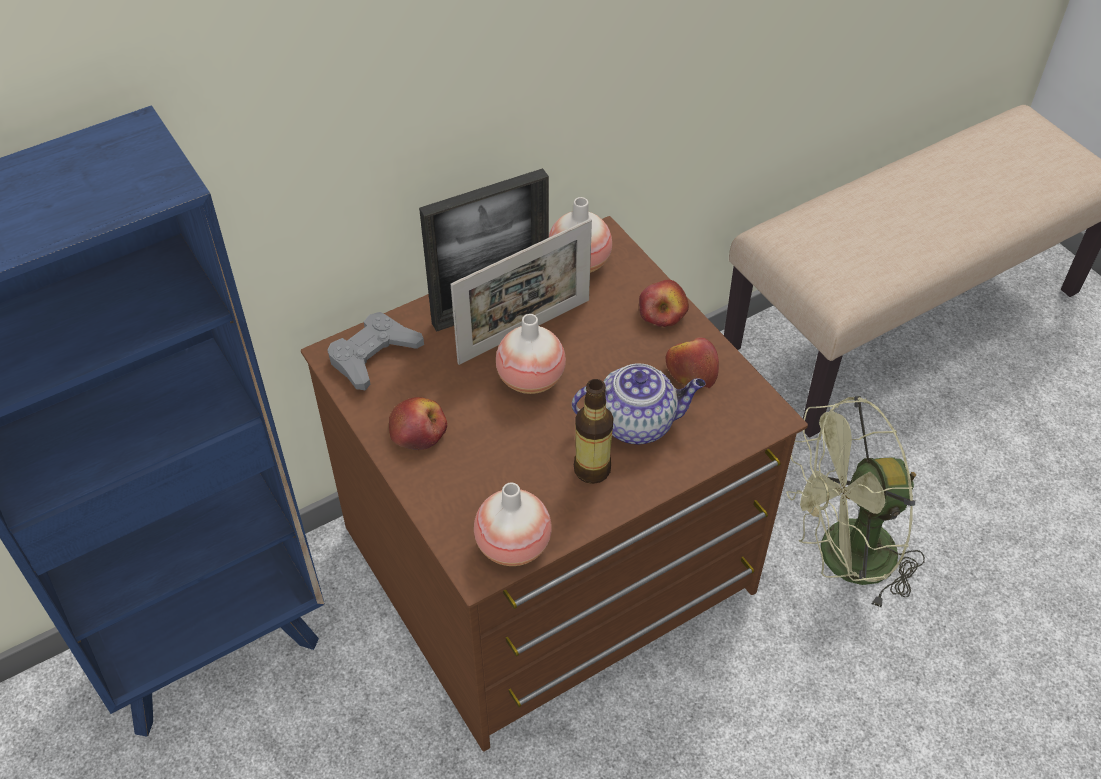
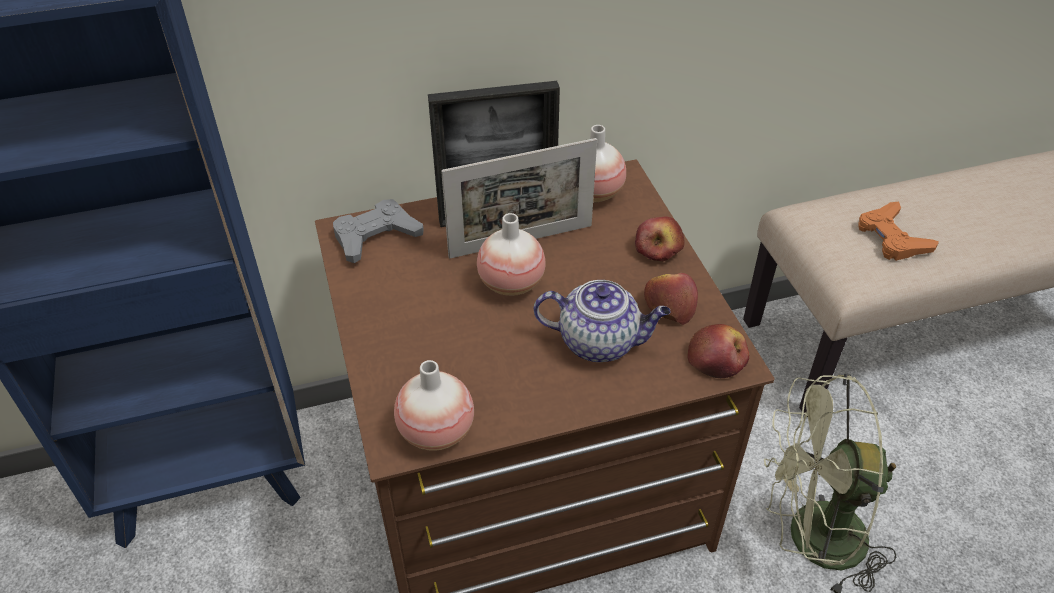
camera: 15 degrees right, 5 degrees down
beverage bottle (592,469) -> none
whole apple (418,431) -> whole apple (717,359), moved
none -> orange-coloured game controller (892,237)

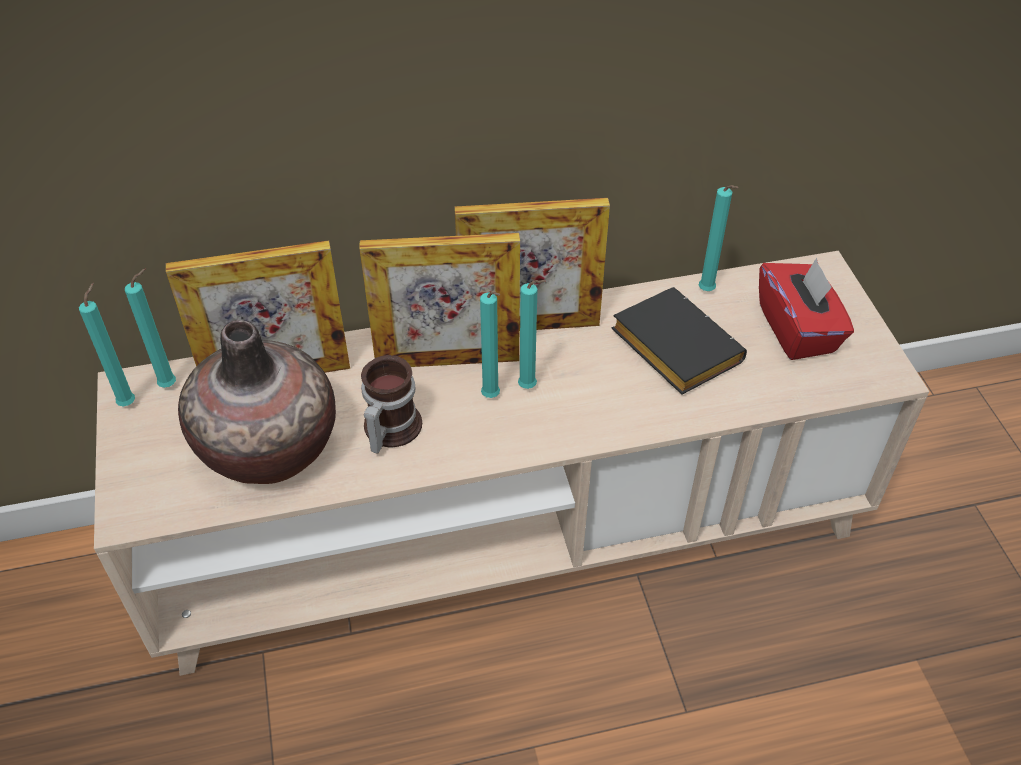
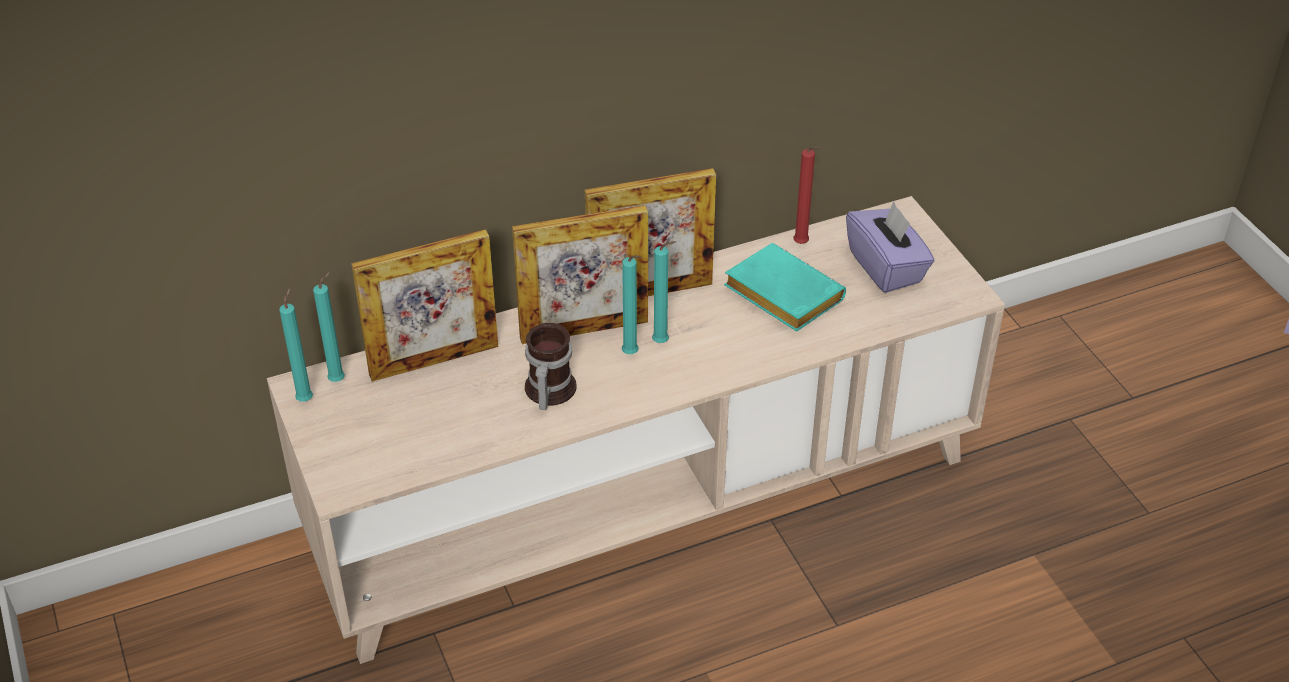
camera: 10 degrees left, 5 degrees down
turquoise candle (708,292) -> reddish candle (802,245)
reddish box of tissues (797,330) -> purple box of tissues (886,267)
black bound book (671,347) -> turquoise bound book (779,295)
flower vase (268,448) -> none

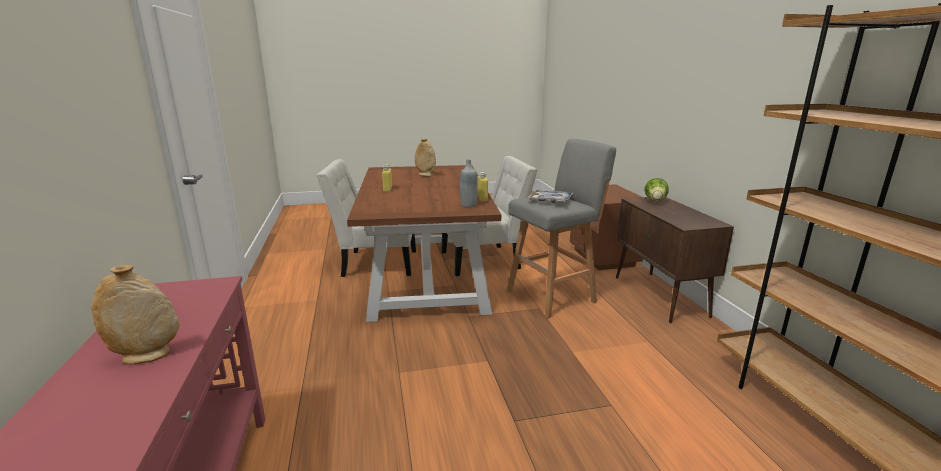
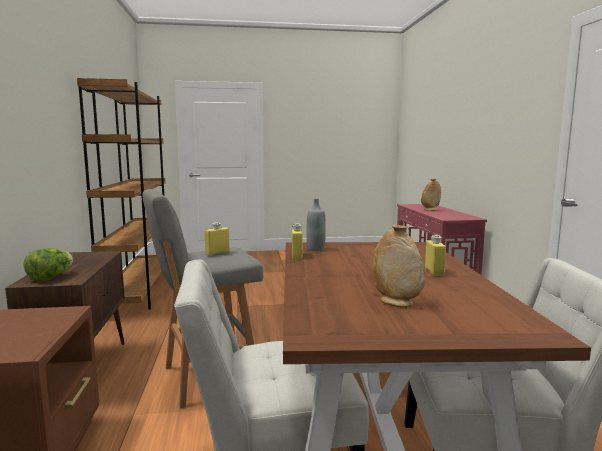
camera: 175 degrees left, 10 degrees down
serving tray (550,200) -> yellowish beverage bottle (217,253)

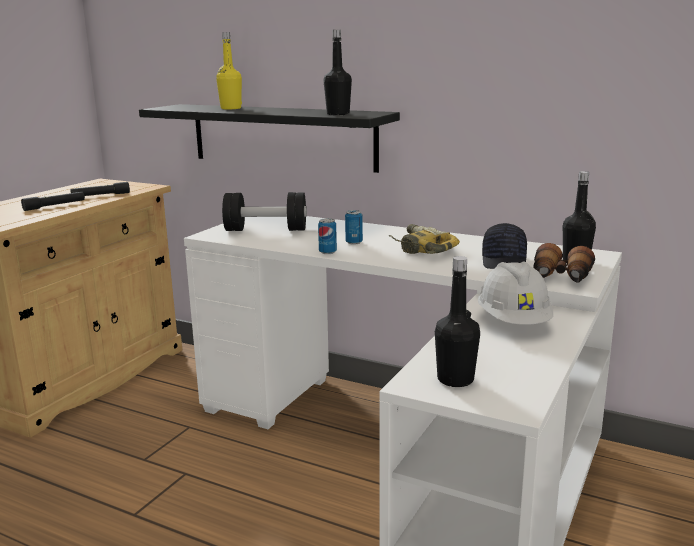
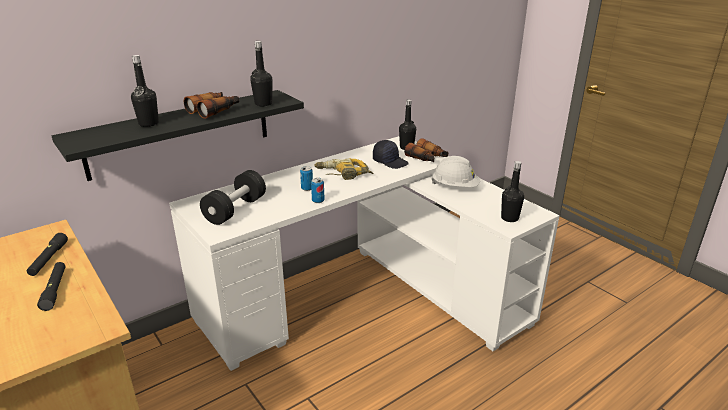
camera: 65 degrees left, 10 degrees up
yellowish beverage bottle (231,108) -> black beverage bottle (148,123)
none -> binoculars (214,110)

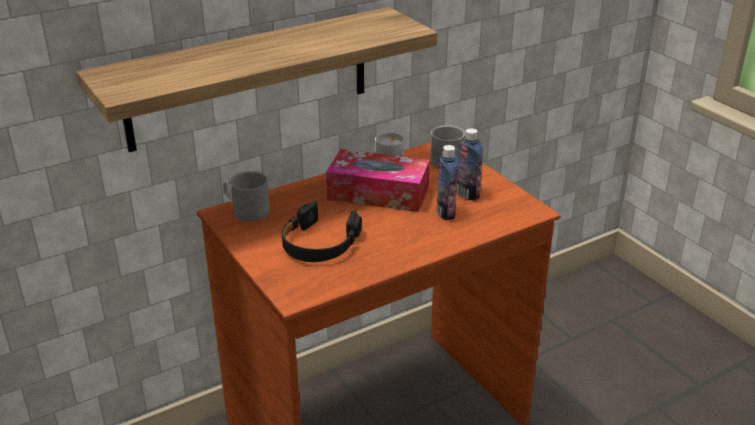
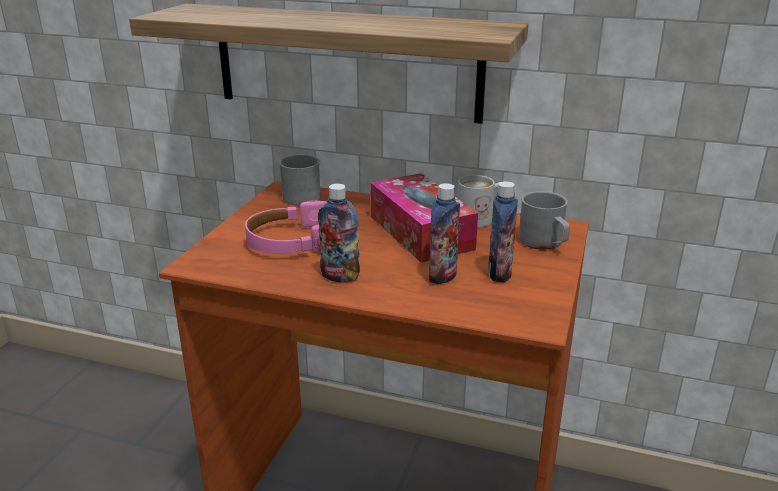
camera: 50 degrees right, 5 degrees down
black headset (319,244) -> pinkish headset (292,241)
none -> beverage bottle (340,276)

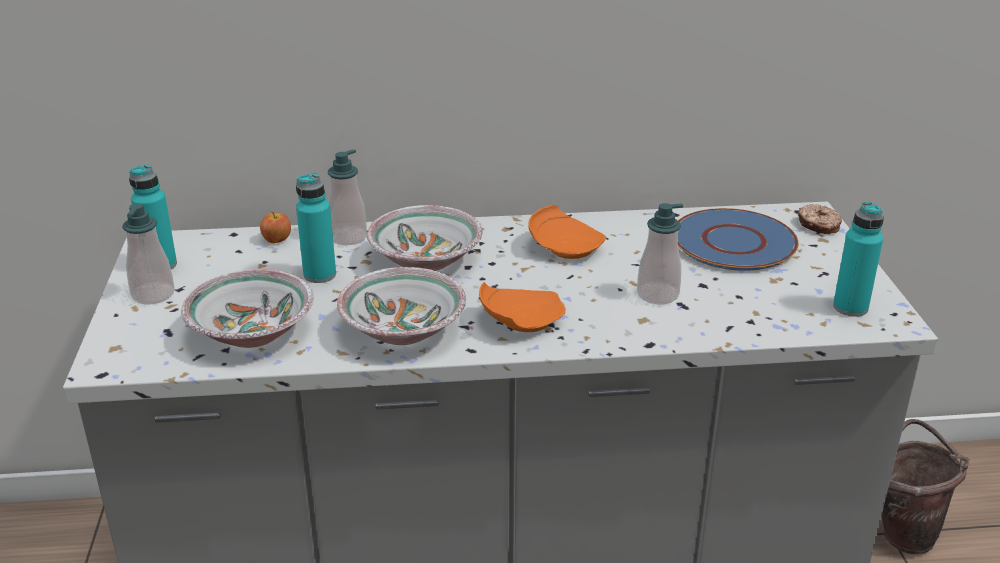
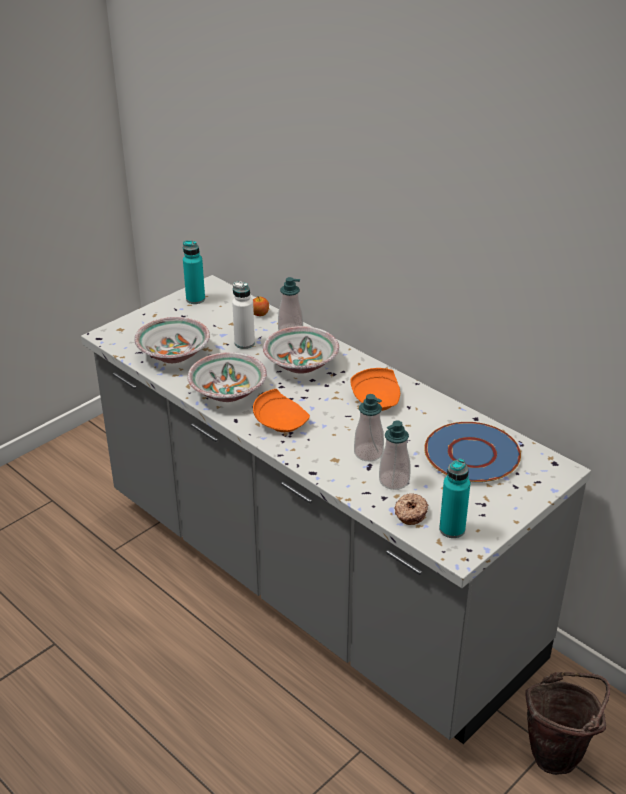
camera: 50 degrees right, 5 degrees up
turquoise beverage bottle (319,275) -> white beverage bottle (244,343)
soap bottle (153,295) -> soap bottle (394,481), moved
doughnut (818,225) -> doughnut (410,513), moved

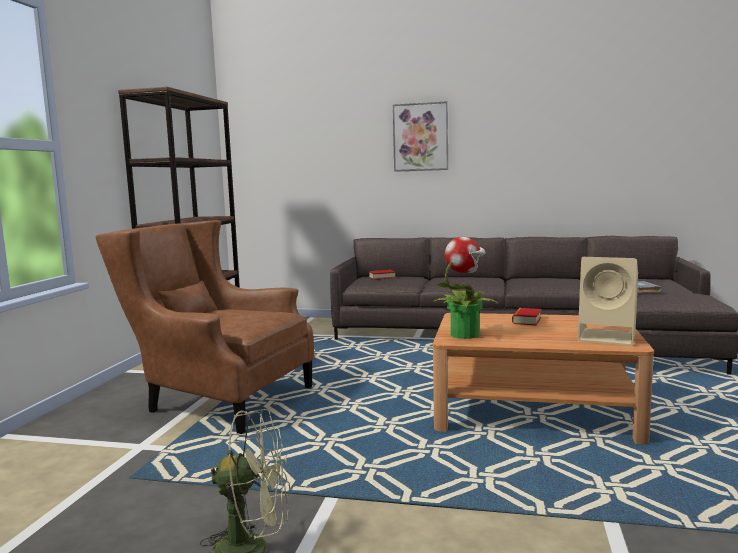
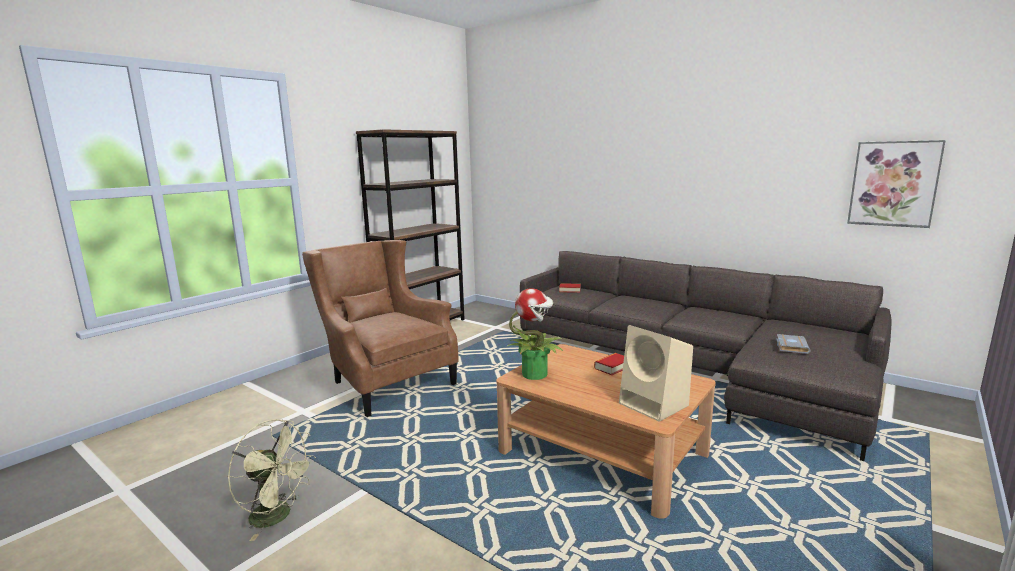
camera: 25 degrees right, 5 degrees up
wall art (420,137) -> wall art (893,183), moved

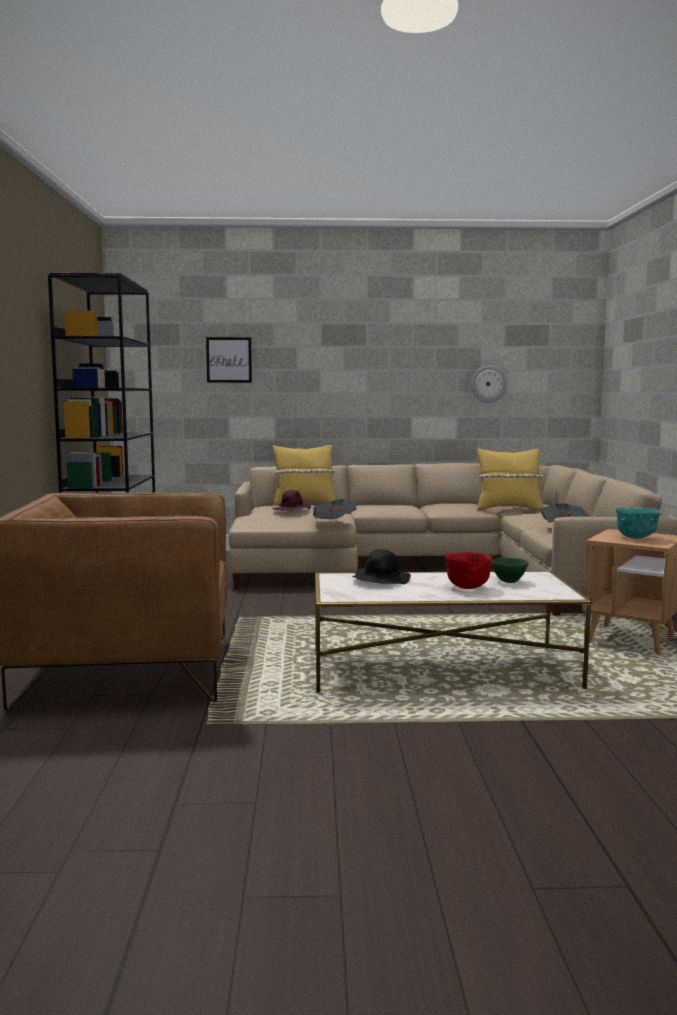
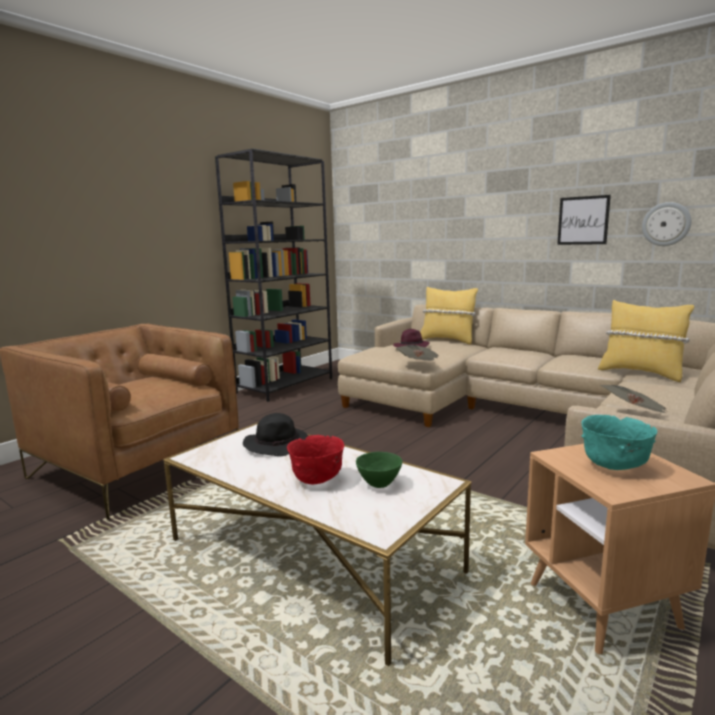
camera: 40 degrees right, 5 degrees up
wall art (229,360) -> wall art (583,220), moved

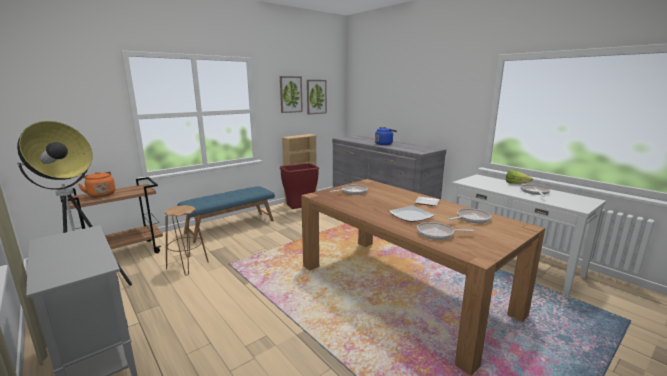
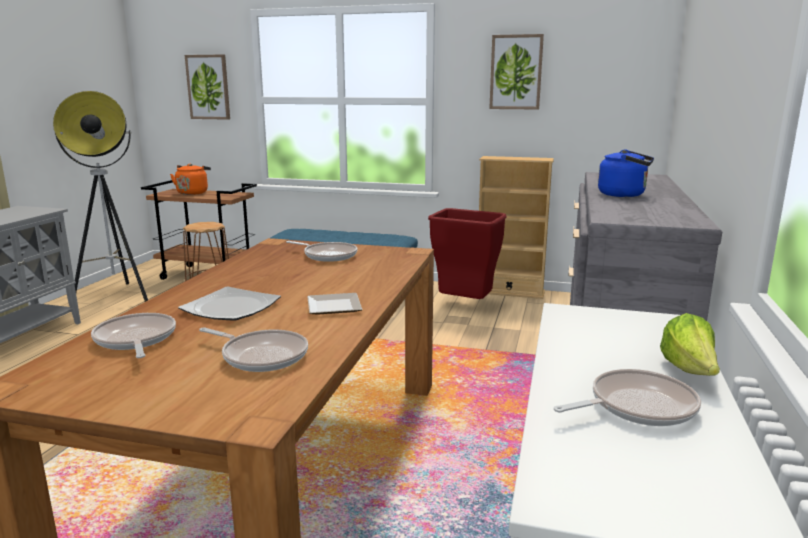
camera: 55 degrees right, 0 degrees up
wall art (316,97) -> wall art (208,87), moved

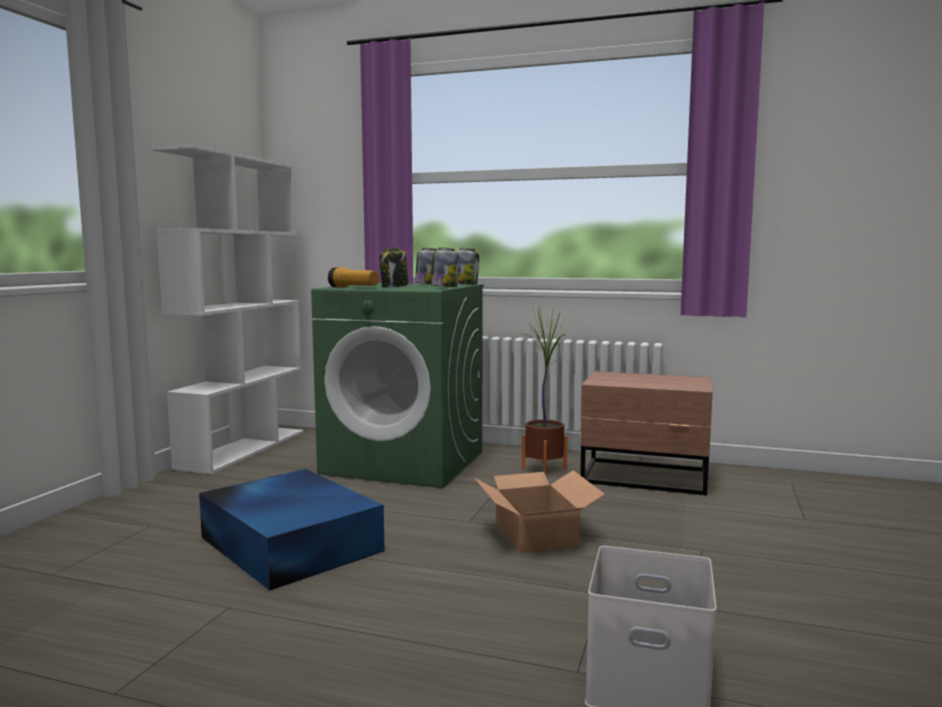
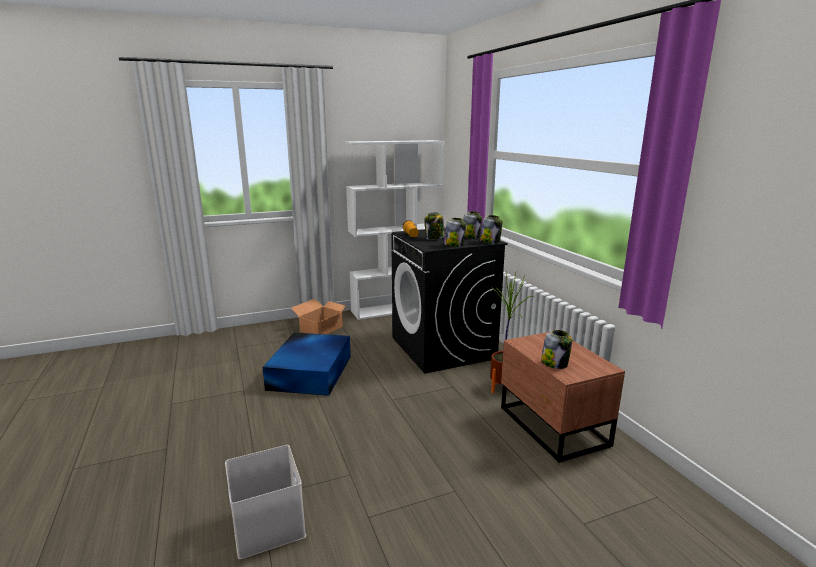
camera: 50 degrees right, 10 degrees up
green washing machine (405,462) -> black washing machine (443,348)
carton (535,535) -> carton (320,329), moved
none -> jar (555,363)

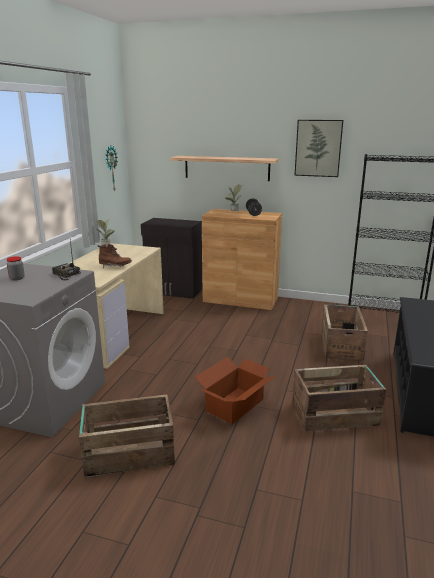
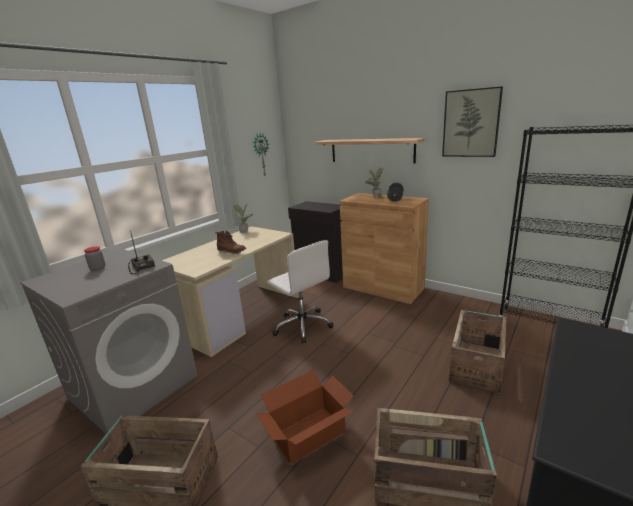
camera: 20 degrees right, 0 degrees up
none -> white office chair (302,325)

